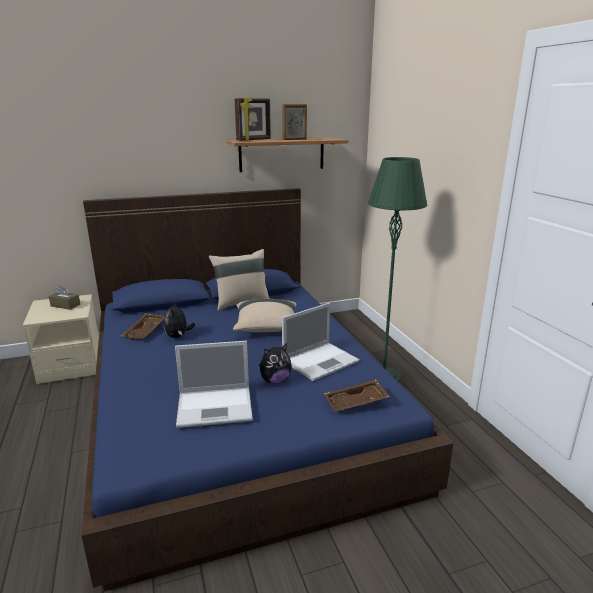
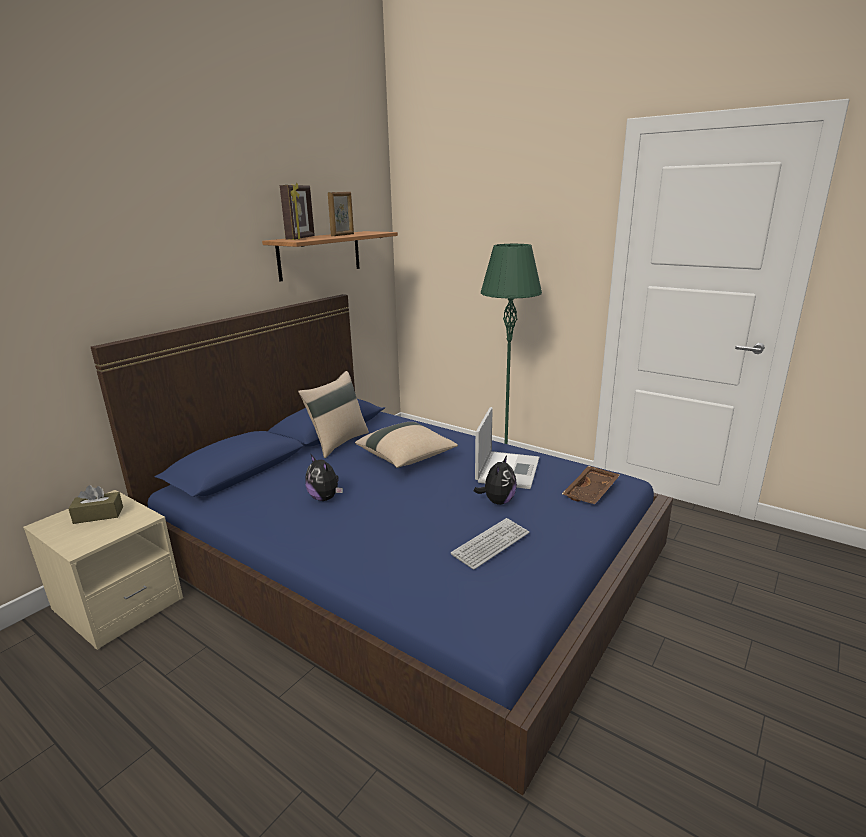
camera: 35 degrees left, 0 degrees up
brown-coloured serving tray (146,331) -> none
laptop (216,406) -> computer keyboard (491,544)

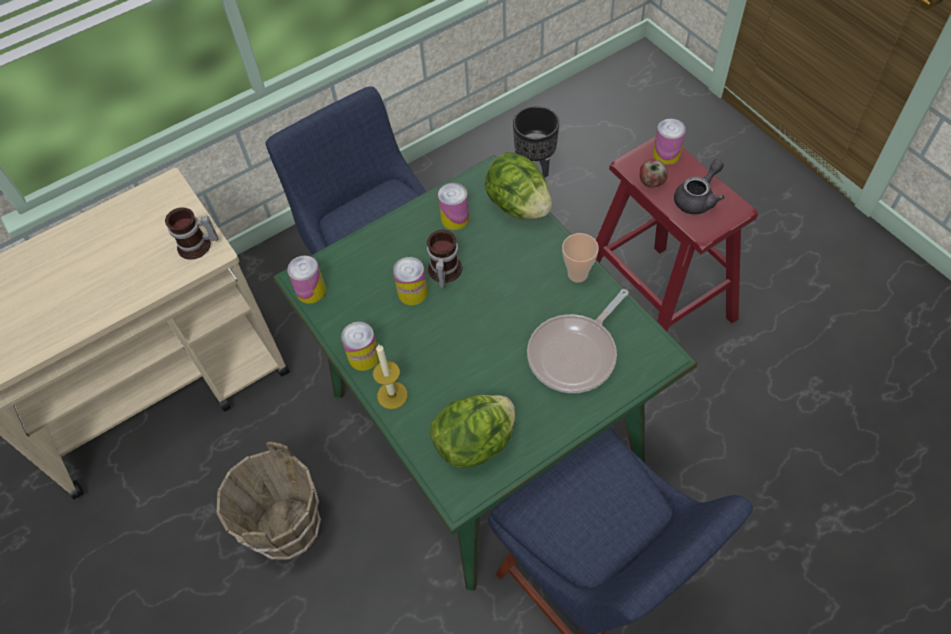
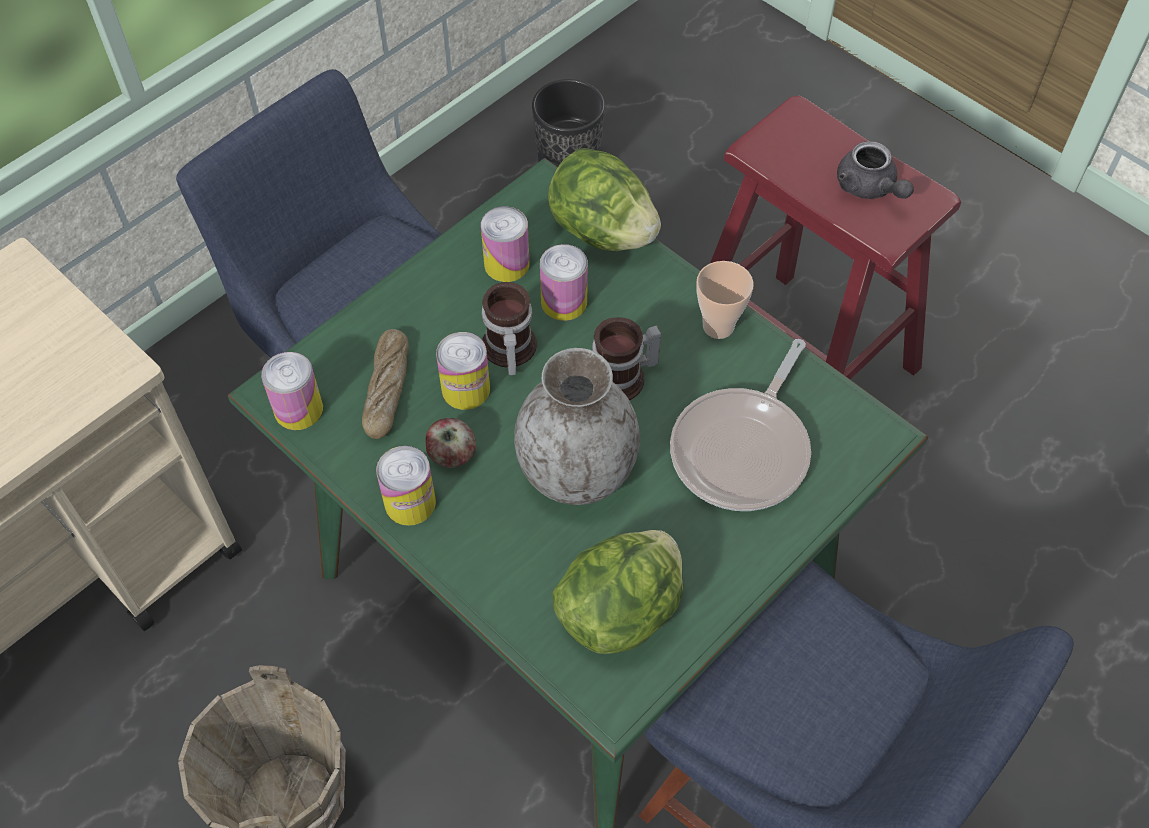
camera: 15 degrees left, 0 degrees up
sealed can (666,154) -> sealed can (564,302), moved
whole apple (651,182) -> whole apple (451,455), moved
grey teapot (698,198) -> grey teapot (869,188), 120 degrees clockwise
mug (198,247) -> mug (623,380), moved
candle (392,395) -> none
none -> baked bread (387,388)
none -> grey flower vase (576,472)

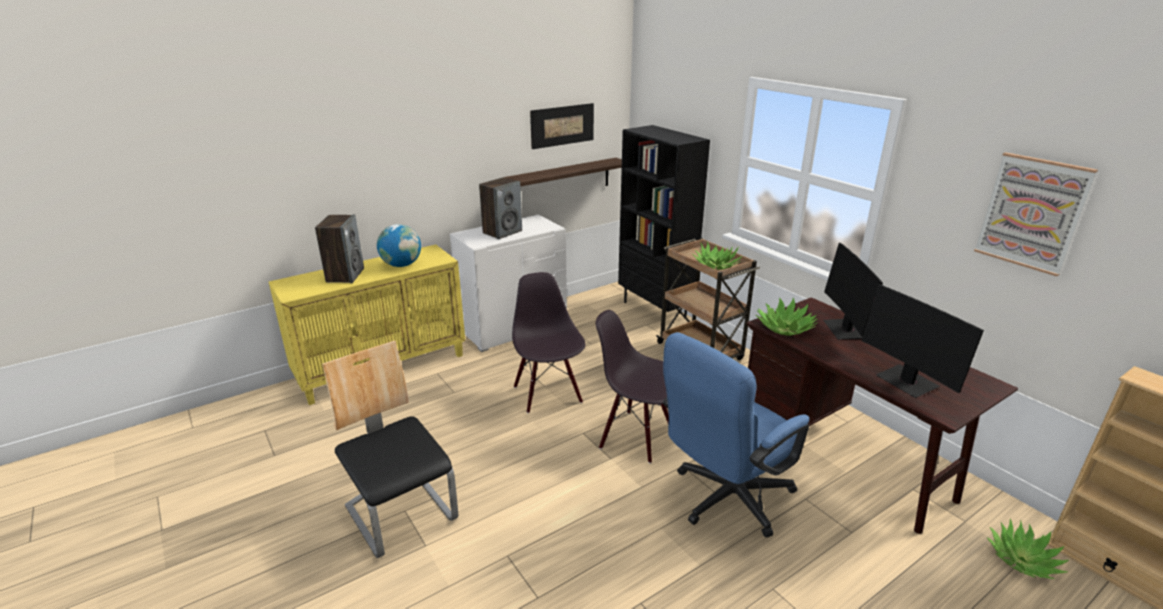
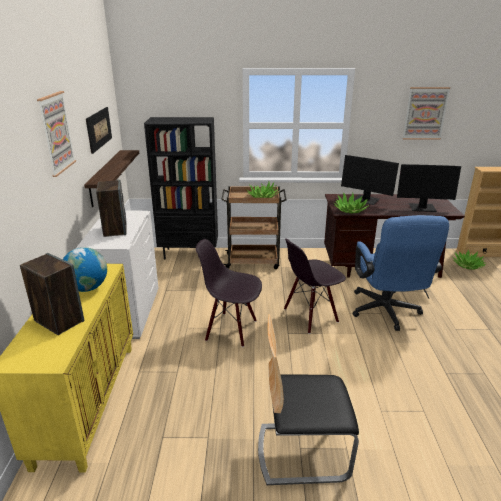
camera: 55 degrees left, 0 degrees up
none -> wall art (56,133)

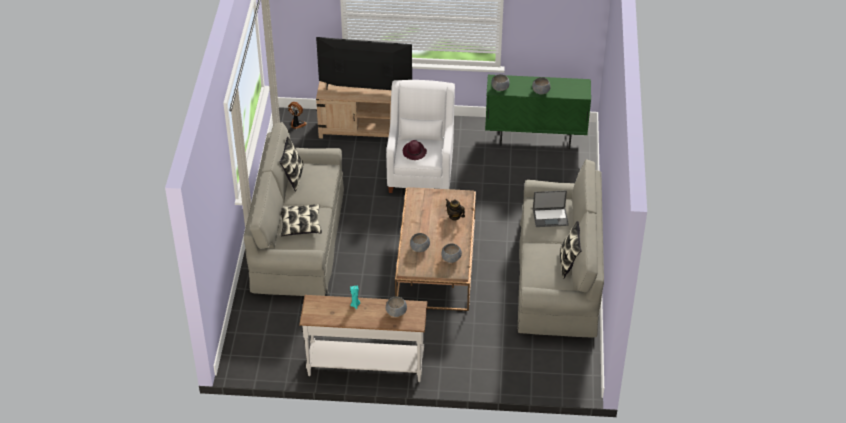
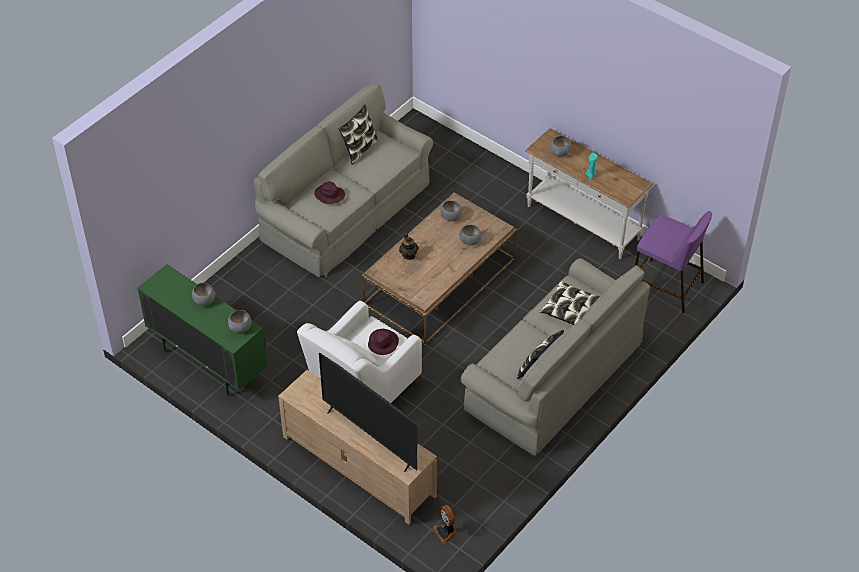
camera: 145 degrees left, 5 degrees up
laptop (551,217) -> purple clothing hat (329,195)
none -> purple stool (666,285)

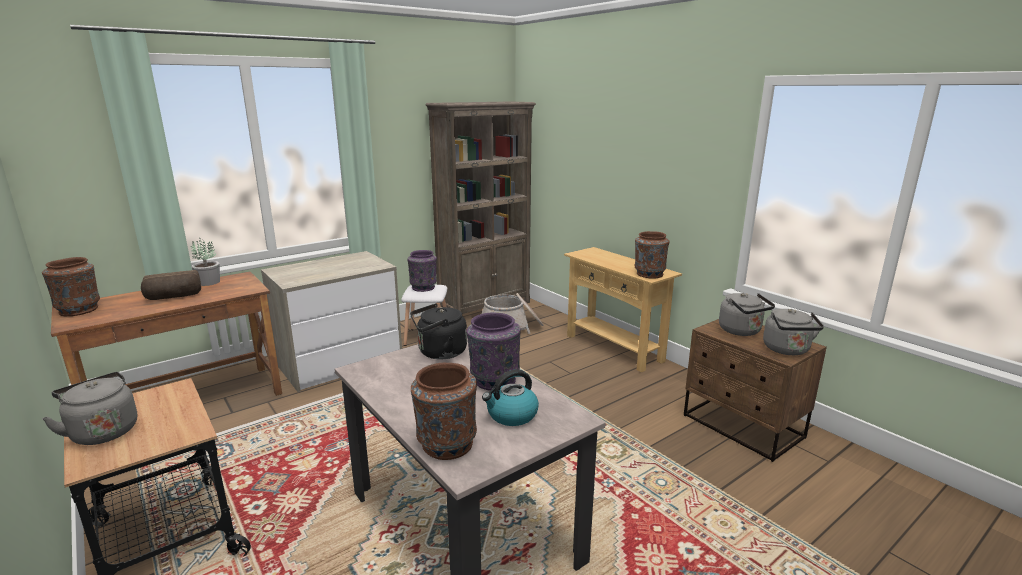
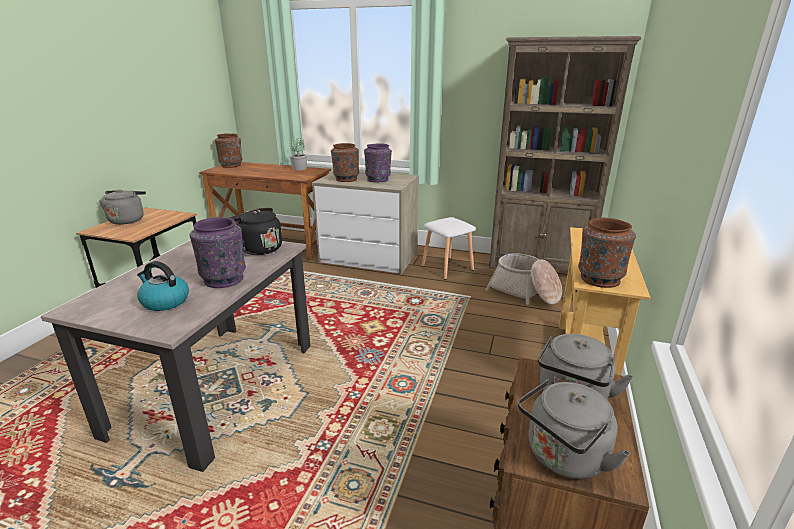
camera: 55 degrees right, 5 degrees up
purple flower vase (423,287) -> purple flower vase (378,179), moved
baked bread (173,297) -> none
brown-coloured flower vase (446,445) -> brown-coloured flower vase (346,179), moved

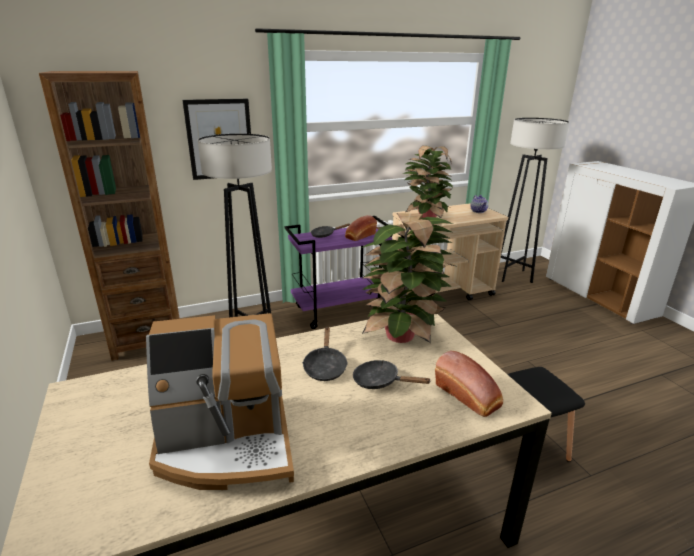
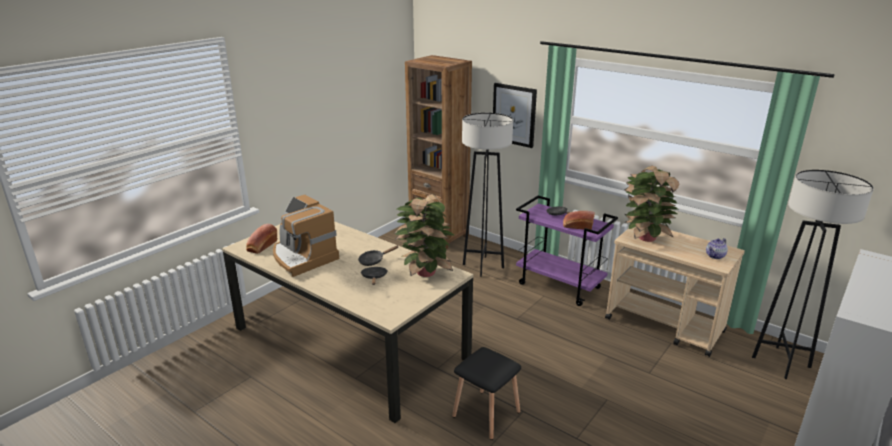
camera: 60 degrees right, 0 degrees up
baked bread (469,396) -> baked bread (261,246), moved

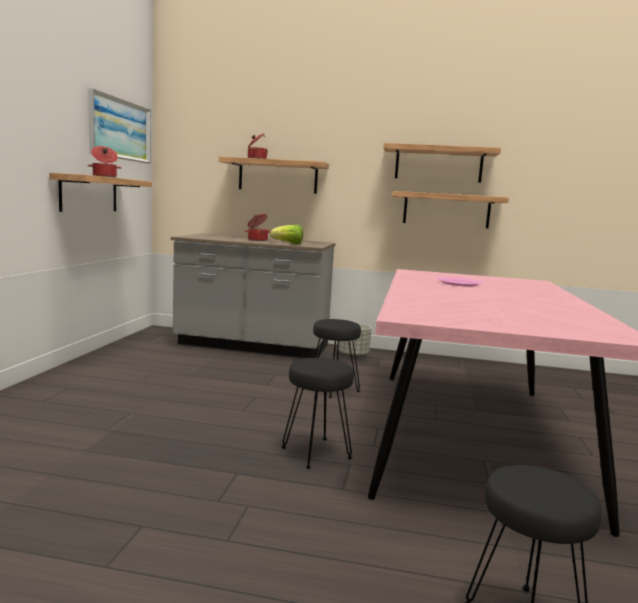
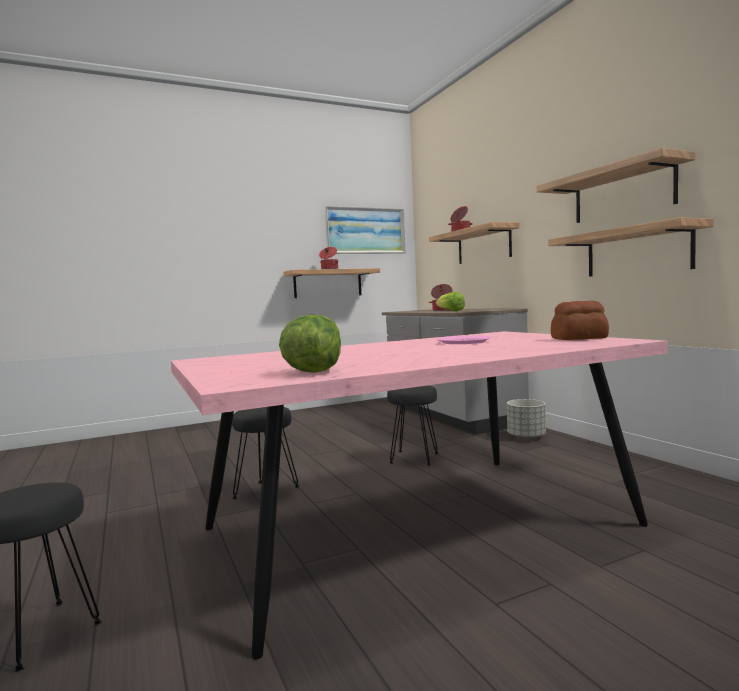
camera: 55 degrees right, 5 degrees down
none -> baked bread (580,338)
none -> lettuce (312,372)

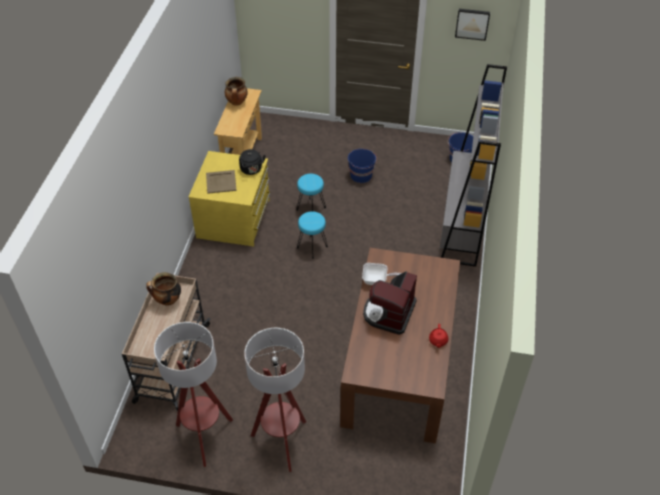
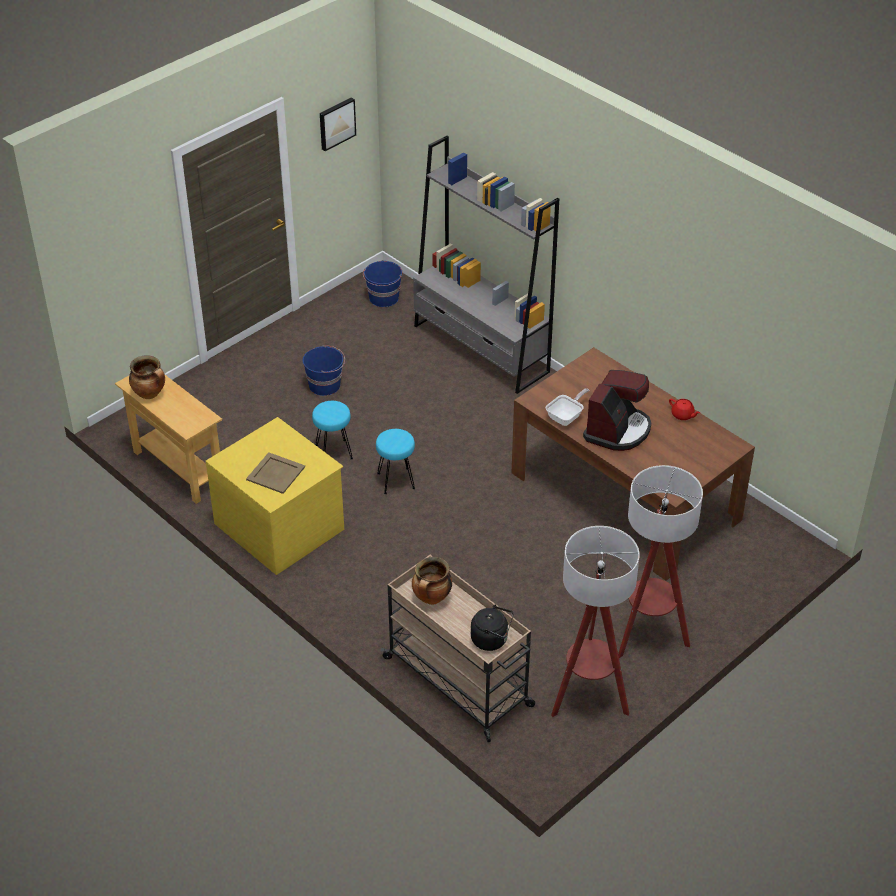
camera: 55 degrees left, 5 degrees down
black water kettle (252,170) -> black water kettle (492,639), moved
coffee brewer (389,313) -> coffee brewer (617,430), 120 degrees counterclockwise

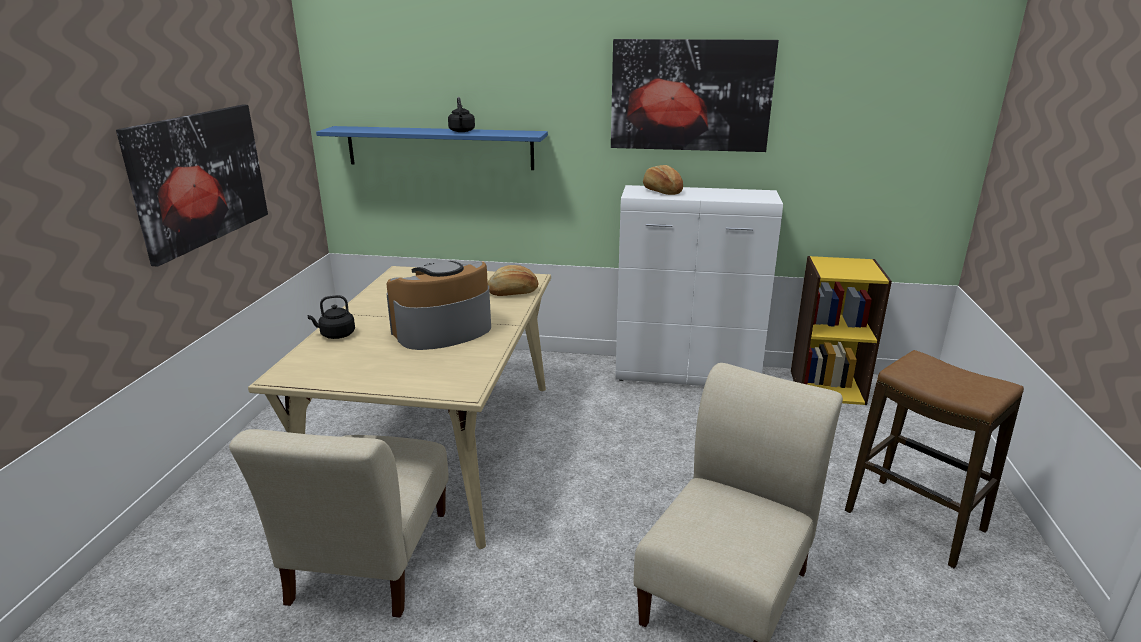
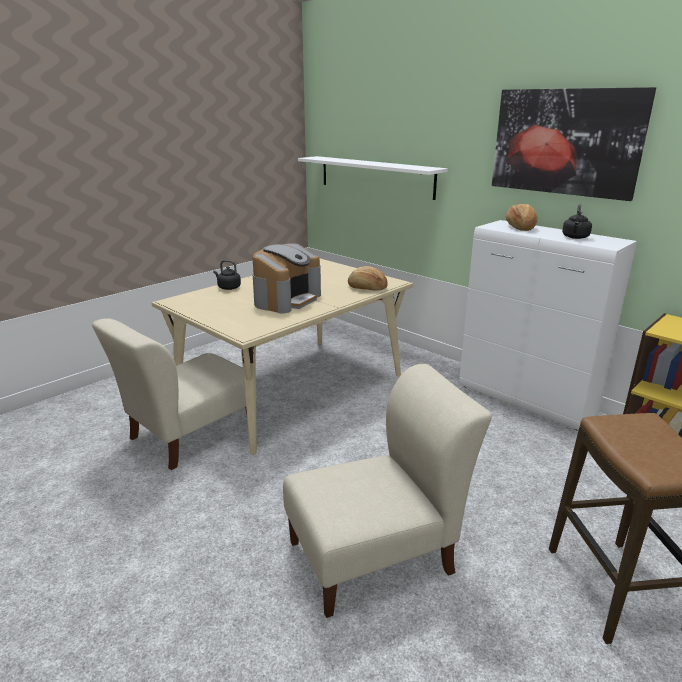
camera: 35 degrees right, 0 degrees up
black water kettle (462,131) -> black water kettle (575,237), moved
wall art (200,178) -> none
blue wall shelf (439,147) -> white wall shelf (375,176)
coffee brewer (442,331) -> coffee brewer (287,299), 120 degrees clockwise

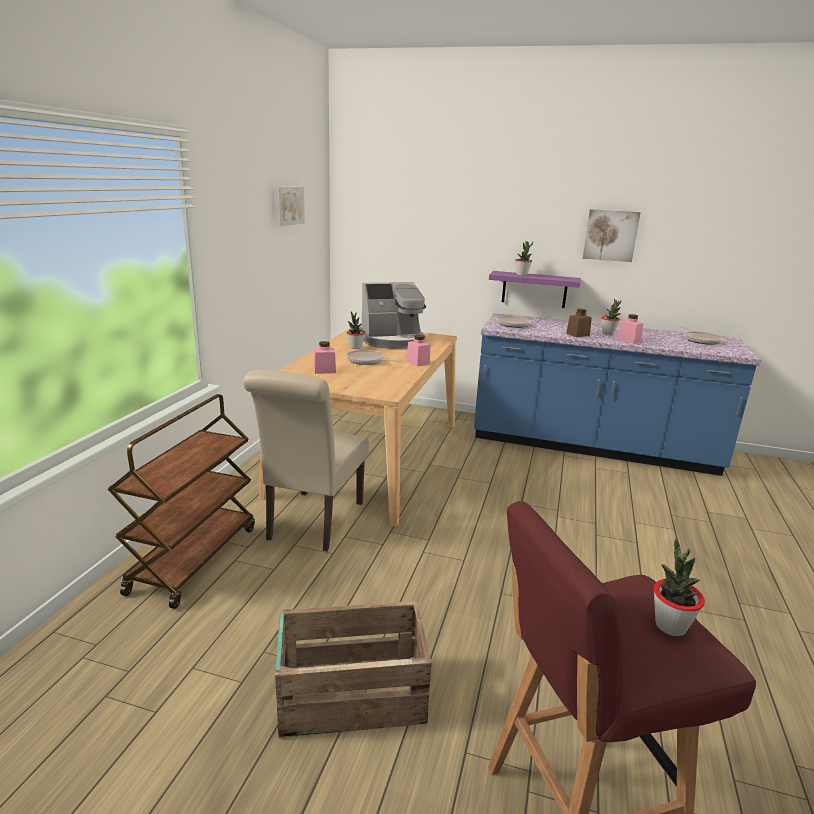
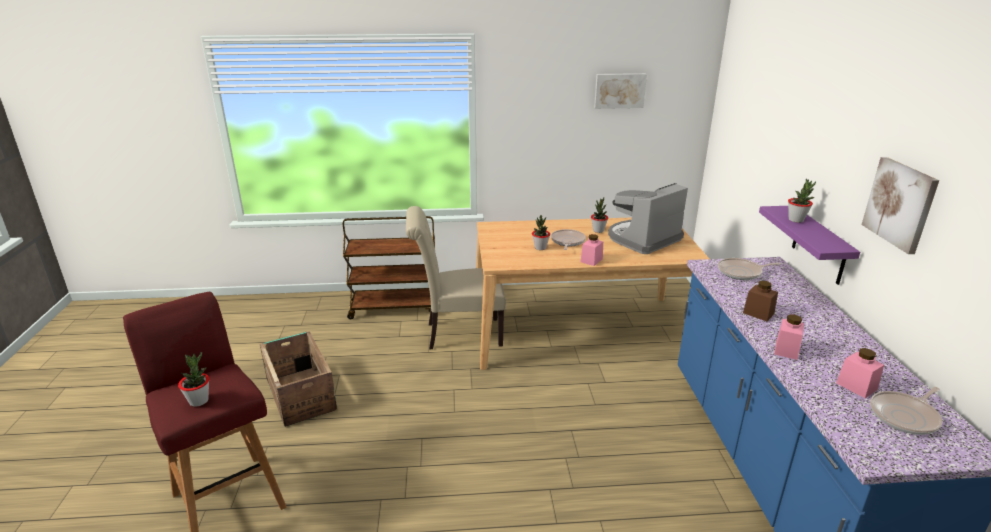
camera: 70 degrees right, 5 degrees up
coffee brewer (392,341) -> coffee brewer (643,239), 90 degrees clockwise
plant in a pot (608,333) -> plant in a pot (540,248), moved
pinkish jar (324,370) -> pinkish jar (856,386), moved

